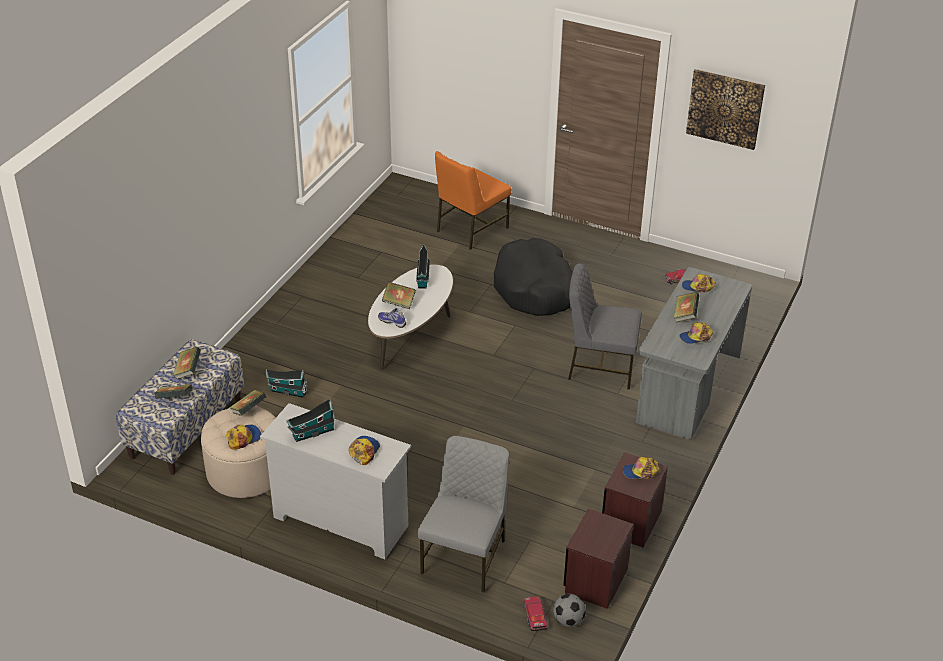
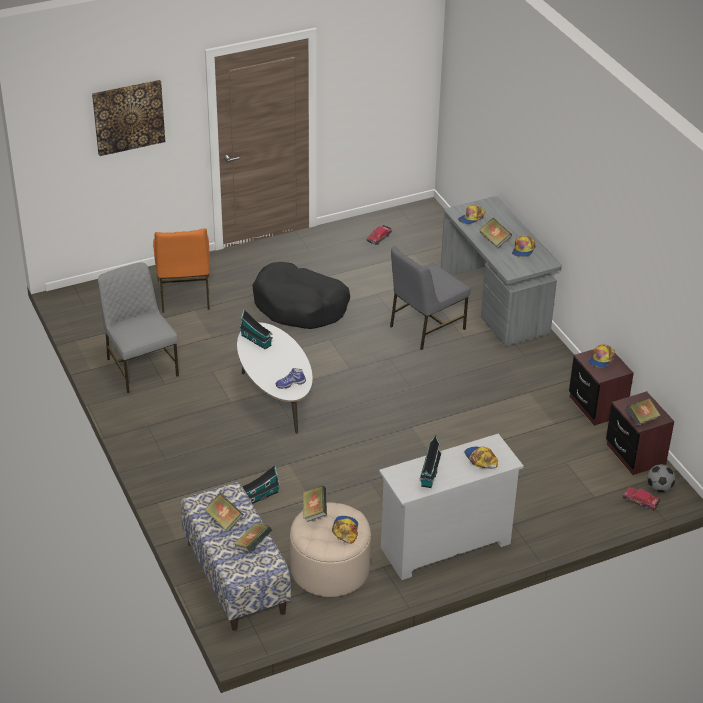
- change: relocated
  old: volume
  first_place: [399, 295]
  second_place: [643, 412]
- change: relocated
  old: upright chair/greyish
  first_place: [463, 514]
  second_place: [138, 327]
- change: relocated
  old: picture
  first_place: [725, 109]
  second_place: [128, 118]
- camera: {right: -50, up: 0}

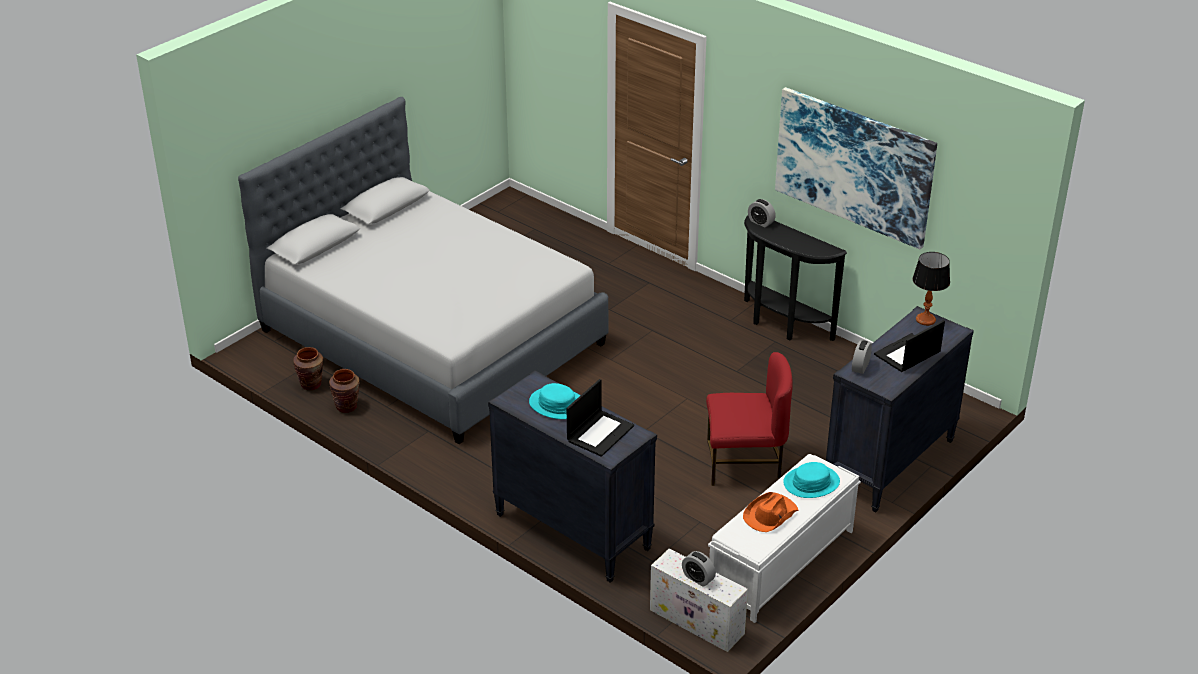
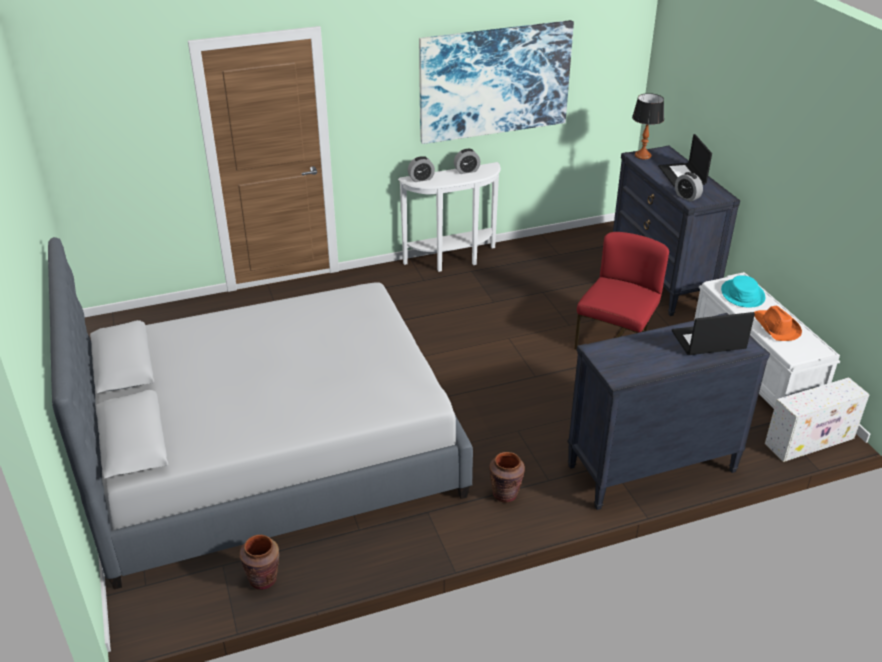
- change: relocated
  old: flower vase/brownish
  first_place: [344, 391]
  second_place: [507, 477]
- change: missing
  old: wearable hat/blue-green
  first_place: [554, 401]
- change: spun
  old: notebook computer
  first_place: [600, 418]
  second_place: [713, 333]
  degrees: -75
- change: relocated
  old: bedside clock
  first_place: [699, 569]
  second_place: [467, 161]
- change: colour
  old: narrow table/blackish
  new: narrow table/white
  first_place: [795, 278]
  second_place: [449, 217]
- camera: {right: -60, up: 0}

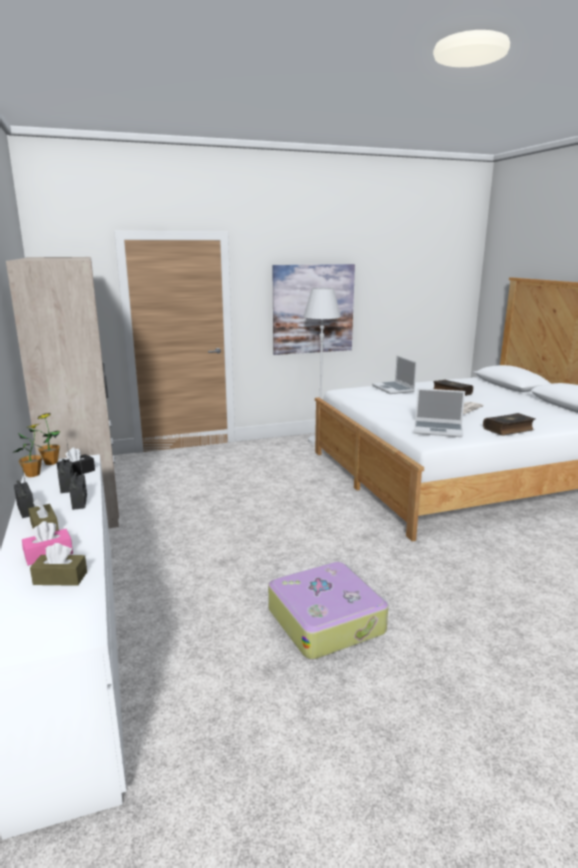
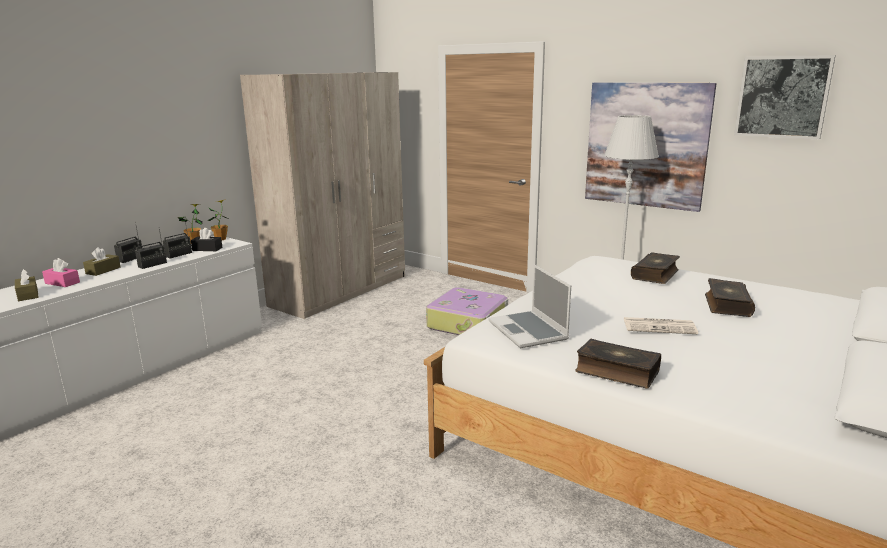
- change: relocated
  old: suitcase
  first_place: [328, 611]
  second_place: [467, 311]
- change: exchanged
  old: notebook computer
  new: volume
  first_place: [394, 375]
  second_place: [655, 268]
- change: appeared
  new: picture
  second_place: [785, 97]
- camera: {right: 55, up: 0}

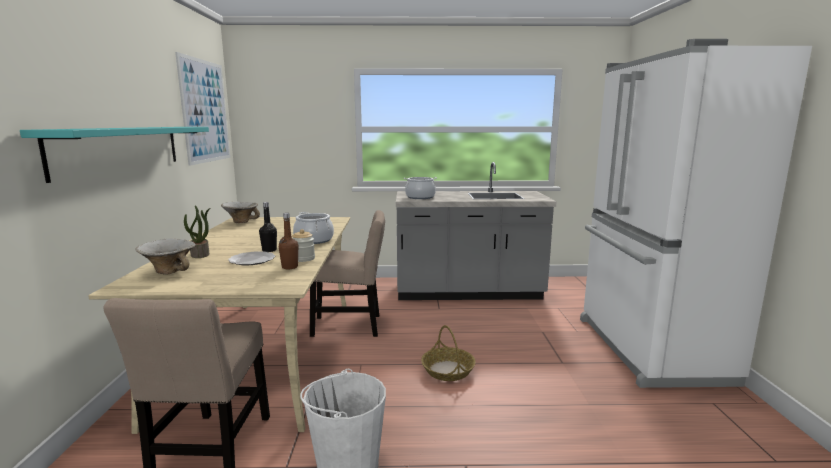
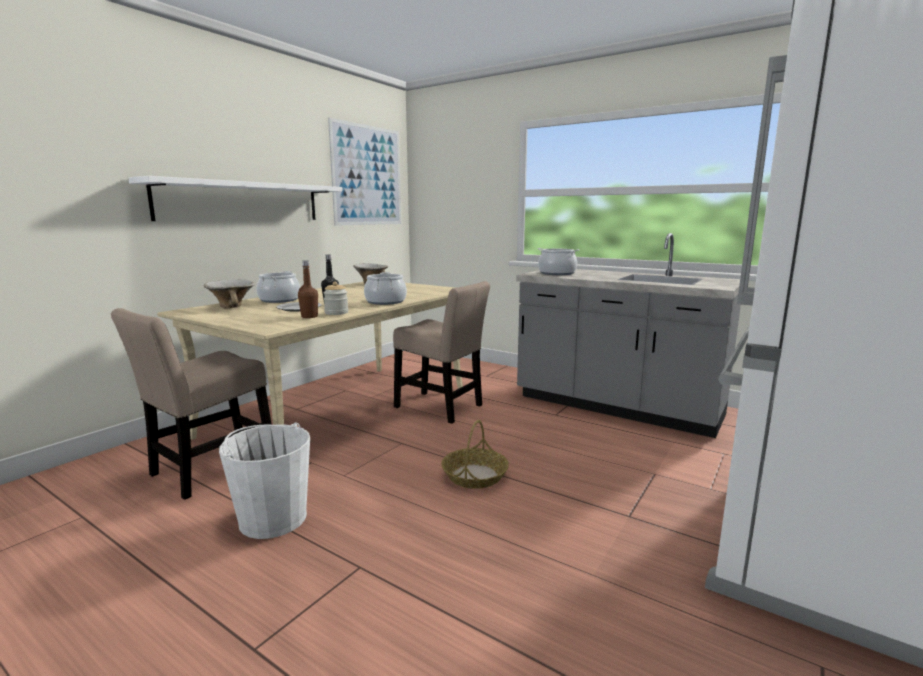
- change: colour
  old: shelf/blue-green
  new: shelf/white
  first_place: [114, 155]
  second_place: [235, 198]
- change: exchanged
  old: potted plant
  new: saucepot
  first_place: [197, 231]
  second_place: [278, 287]
- camera: {right: 35, up: 0}

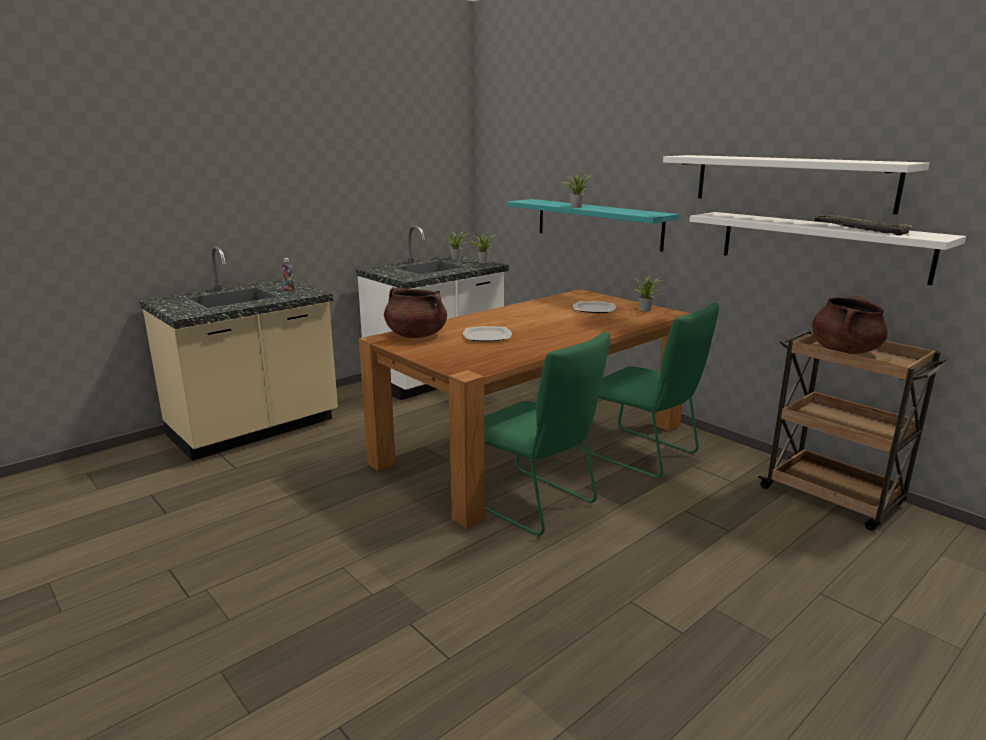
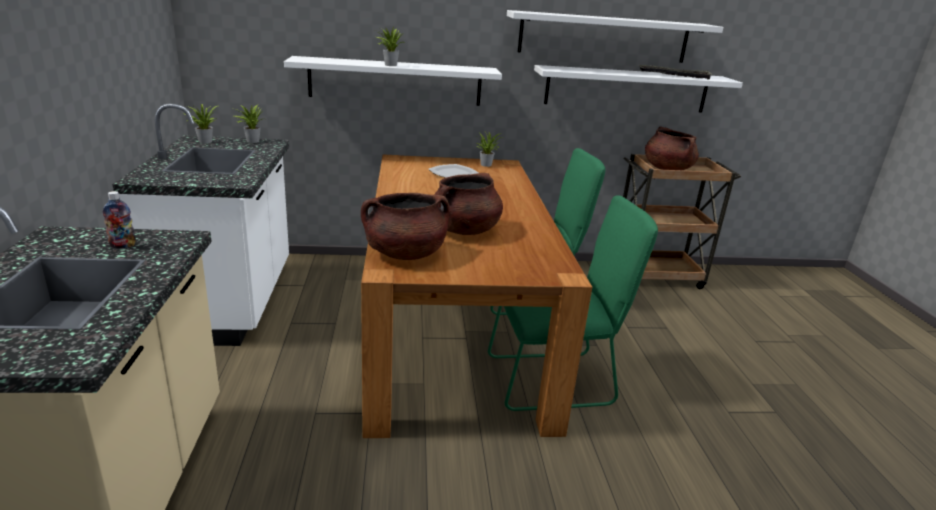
- change: exchanged
  old: dinner plate
  new: saucepot/brownish
  first_place: [487, 334]
  second_place: [468, 204]
- change: colour
  old: shelf/blue-green
  new: shelf/white
  first_place: [593, 225]
  second_place: [393, 81]
- camera: {right: -55, up: 5}

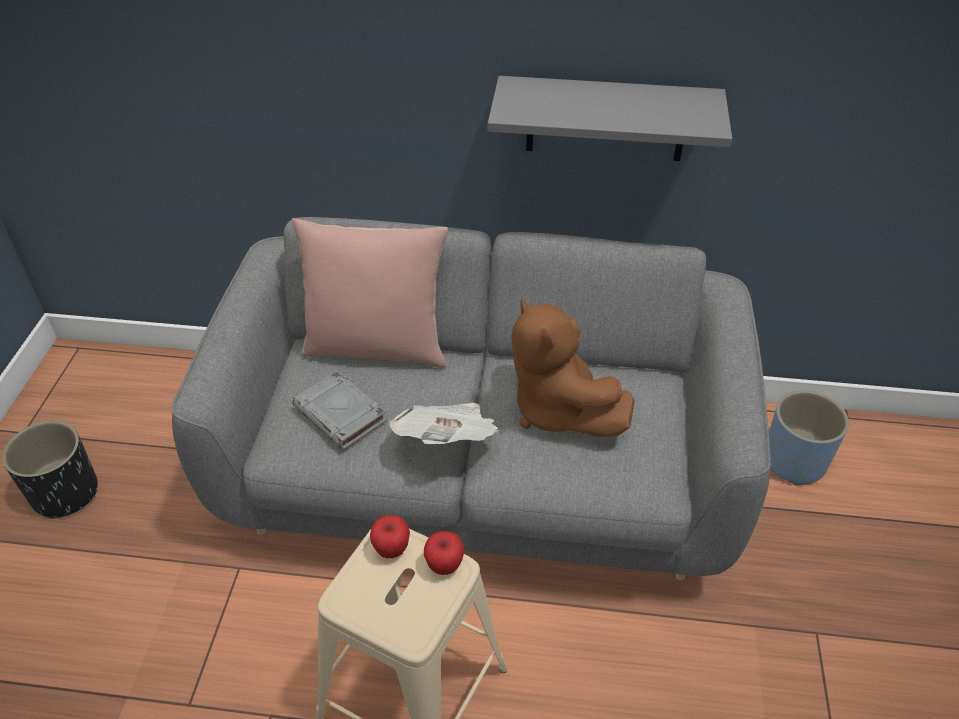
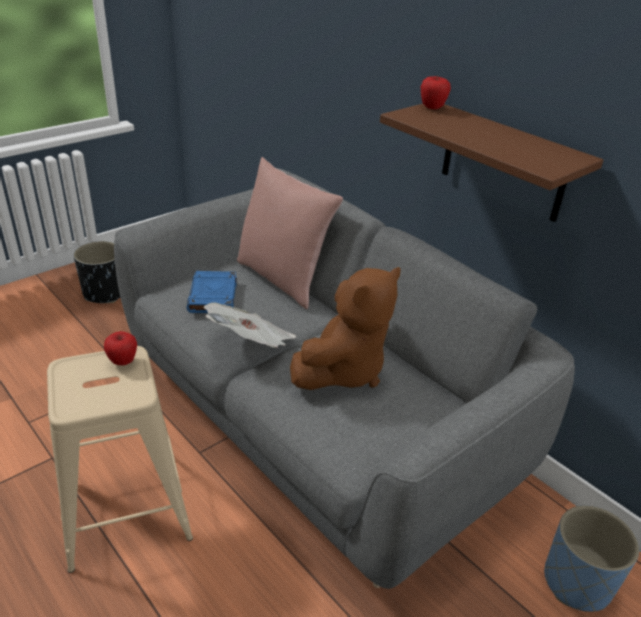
- change: colour
  old: volume/greyish
  new: volume/blue-coloured
  first_place: [340, 410]
  second_place: [212, 292]
- change: relocated
  old: whole apple
  first_place: [444, 553]
  second_place: [436, 92]
- change: colour
  old: shelf/greyish
  new: shelf/brownish
  first_place: [610, 118]
  second_place: [491, 163]
- change: spun
  old: cuddly toy/brownish
  first_place: [573, 367]
  second_place: [345, 328]
  degrees: -150
- camera: {right: 40, up: -10}

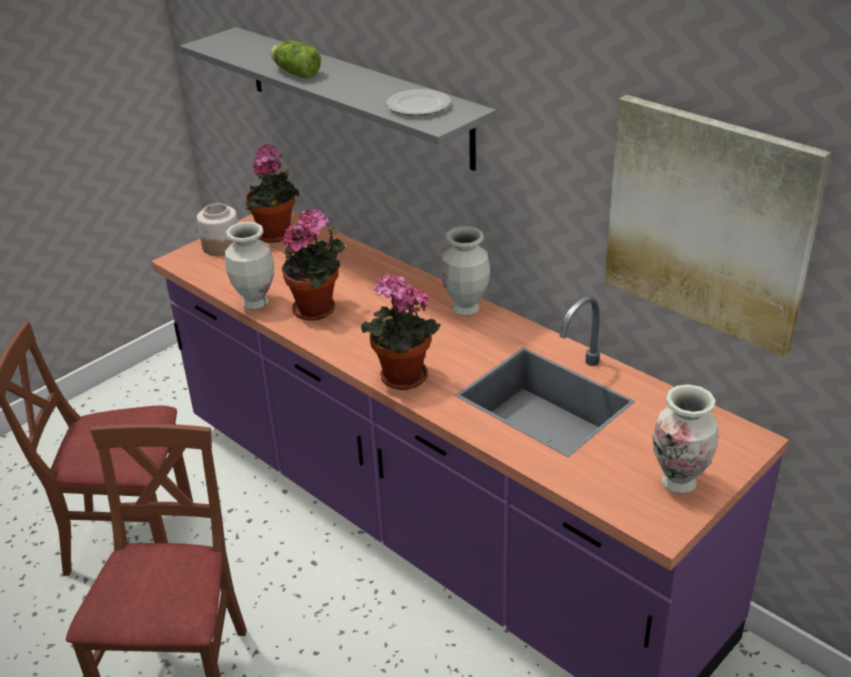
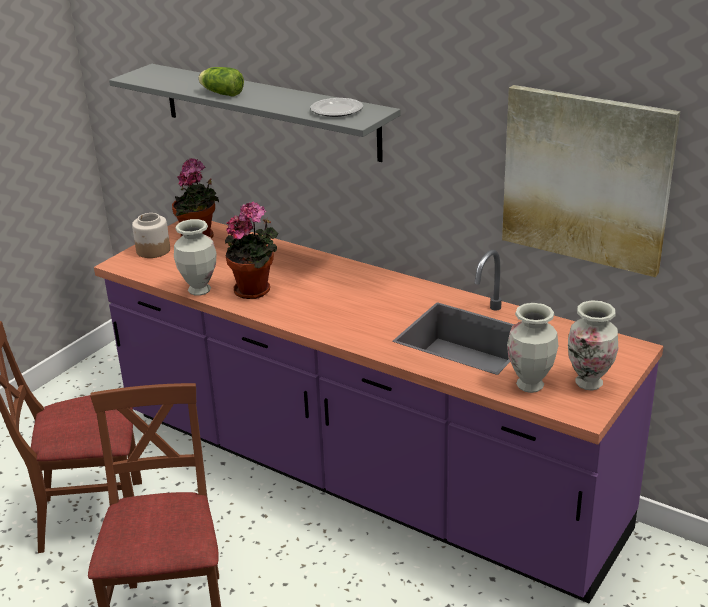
- change: missing
  old: potted plant
  first_place: [401, 332]
- change: relocated
  old: flower vase
  first_place: [465, 271]
  second_place: [532, 348]
- camera: {right: -10, up: -5}

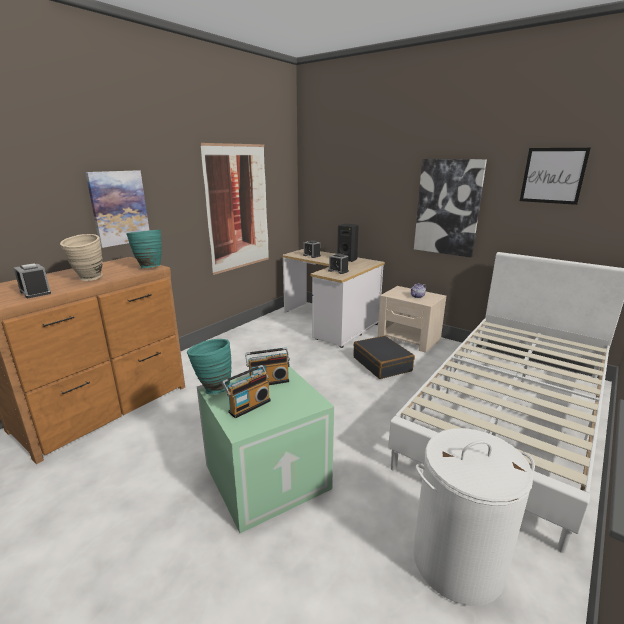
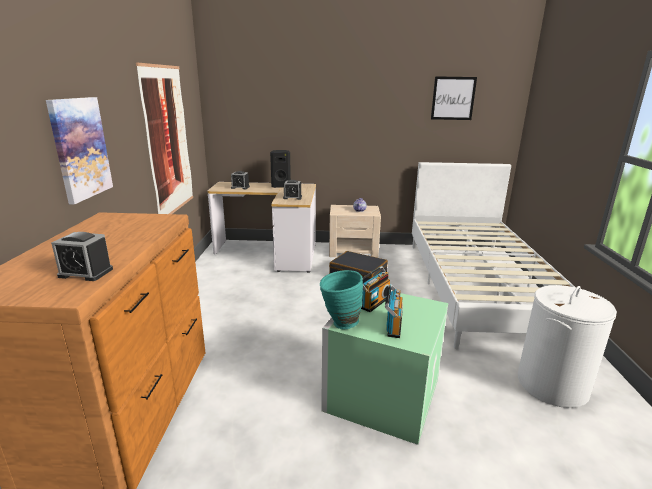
- change: missing
  old: flower vase/sand-coloured
  first_place: [81, 257]
- change: missing
  old: flower vase/blue-green
  first_place: [144, 249]
- change: missing
  old: picture
  first_place: [450, 208]
- camera: {right: -35, up: 0}

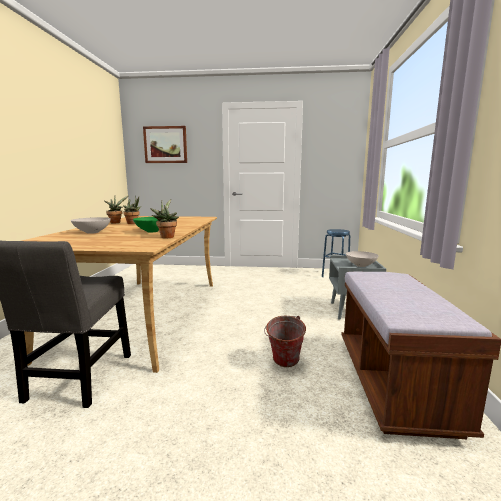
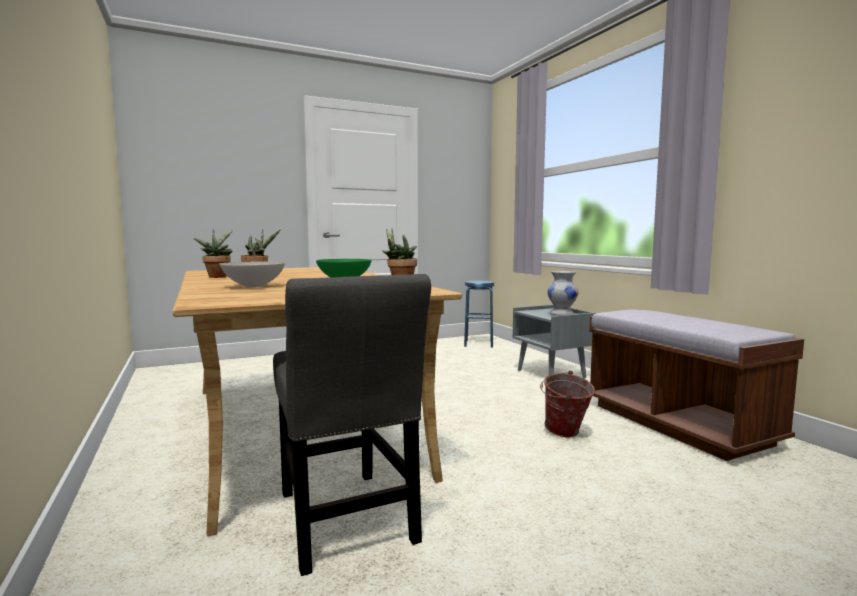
- change: missing
  old: picture
  first_place: [165, 144]
- change: exchanged
  old: serving bowl/white
  new: flower vase/white
  first_place: [362, 259]
  second_place: [562, 293]
- camera: {right: -30, up: -5}

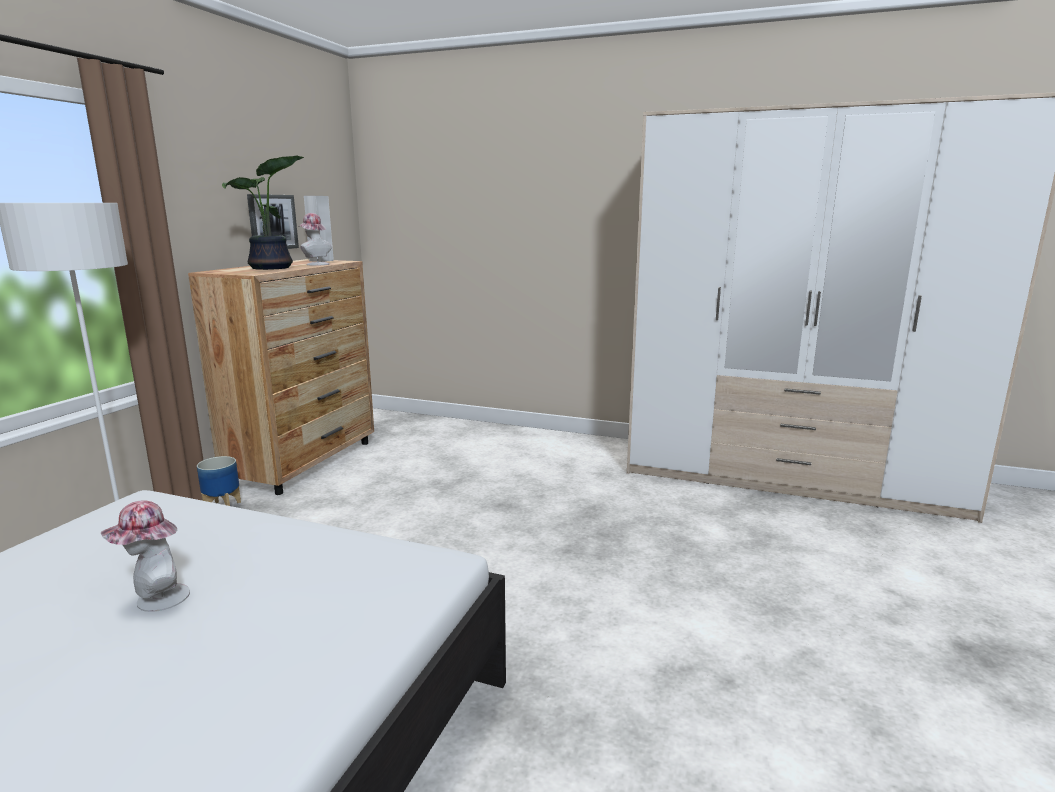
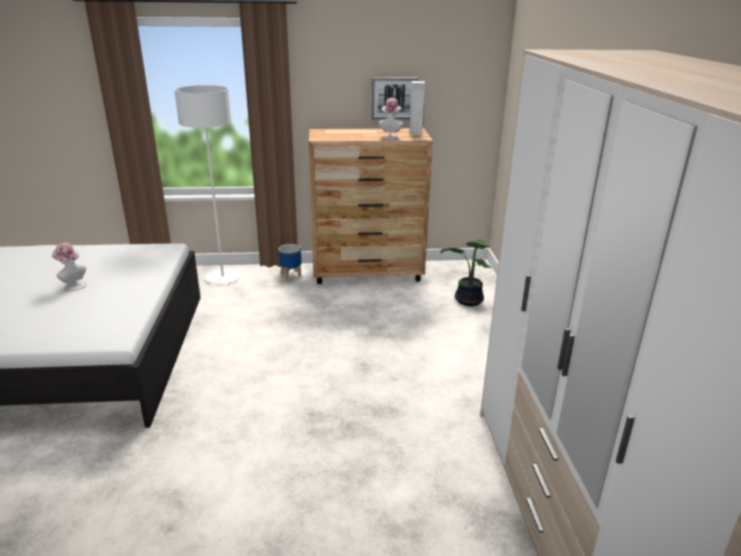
- change: relocated
  old: potted plant
  first_place: [263, 213]
  second_place: [465, 272]
- camera: {right: 65, up: 10}

